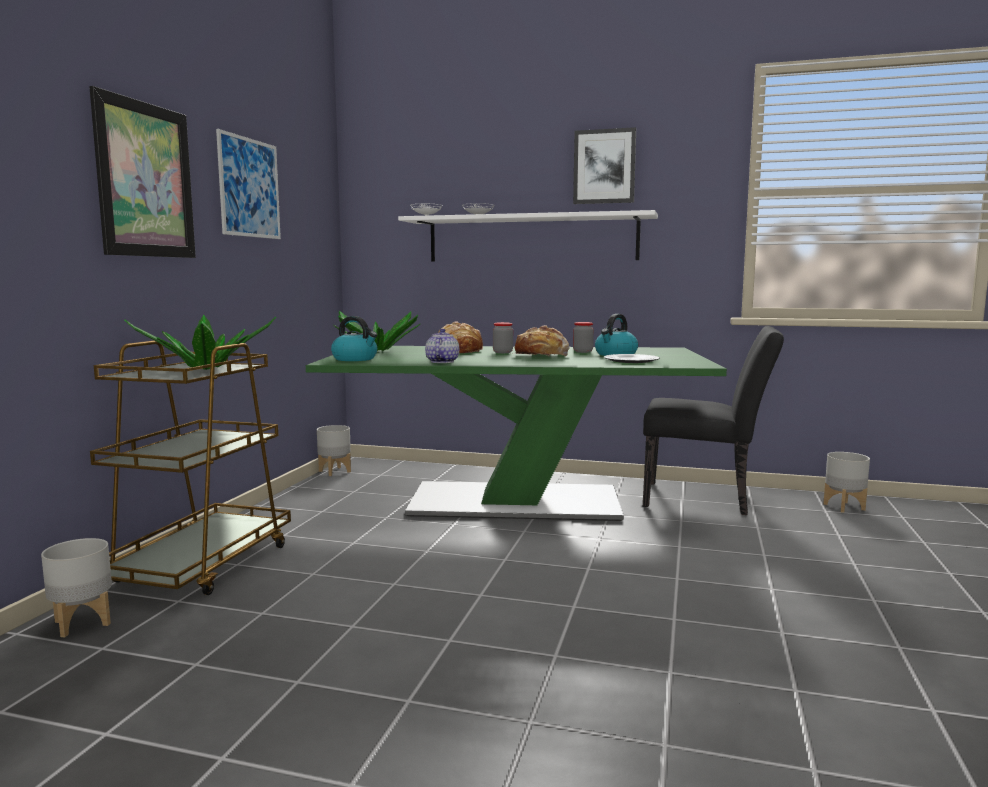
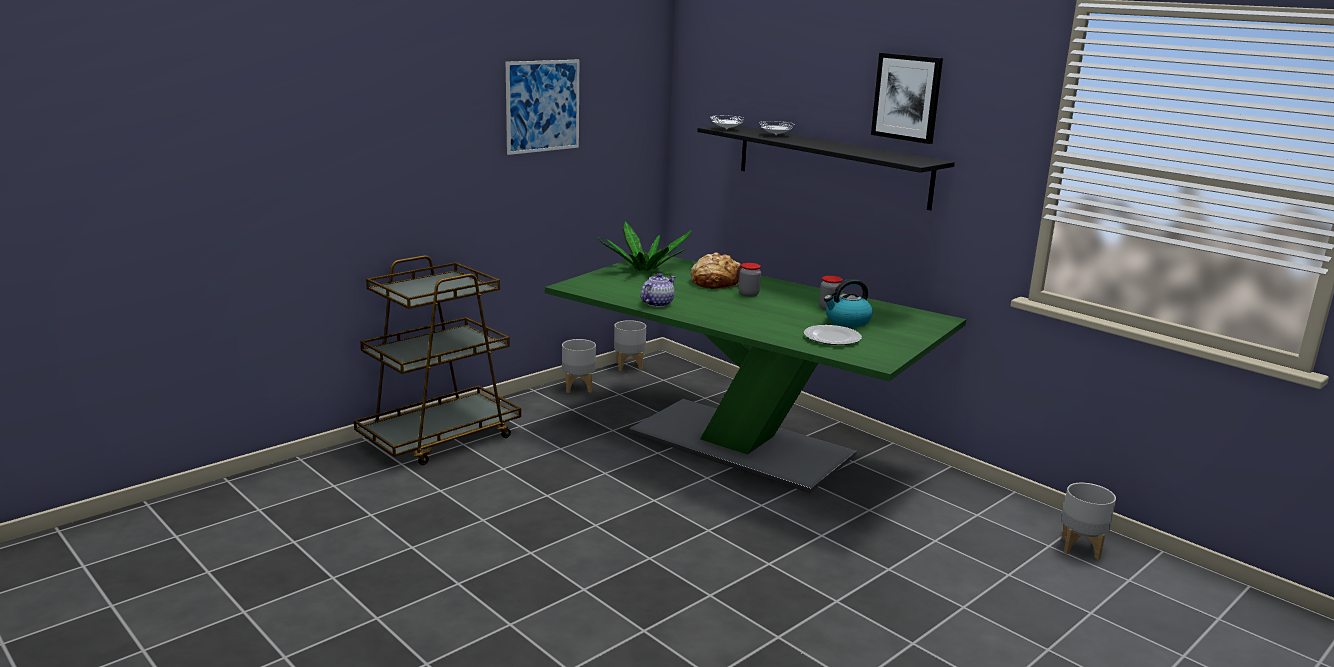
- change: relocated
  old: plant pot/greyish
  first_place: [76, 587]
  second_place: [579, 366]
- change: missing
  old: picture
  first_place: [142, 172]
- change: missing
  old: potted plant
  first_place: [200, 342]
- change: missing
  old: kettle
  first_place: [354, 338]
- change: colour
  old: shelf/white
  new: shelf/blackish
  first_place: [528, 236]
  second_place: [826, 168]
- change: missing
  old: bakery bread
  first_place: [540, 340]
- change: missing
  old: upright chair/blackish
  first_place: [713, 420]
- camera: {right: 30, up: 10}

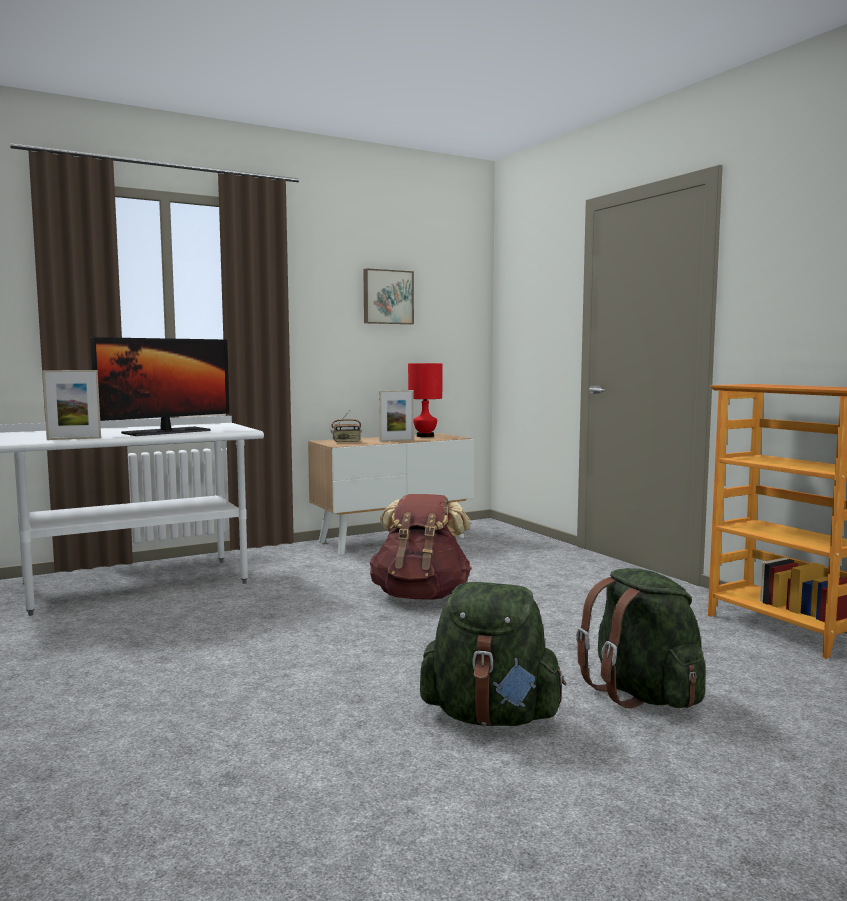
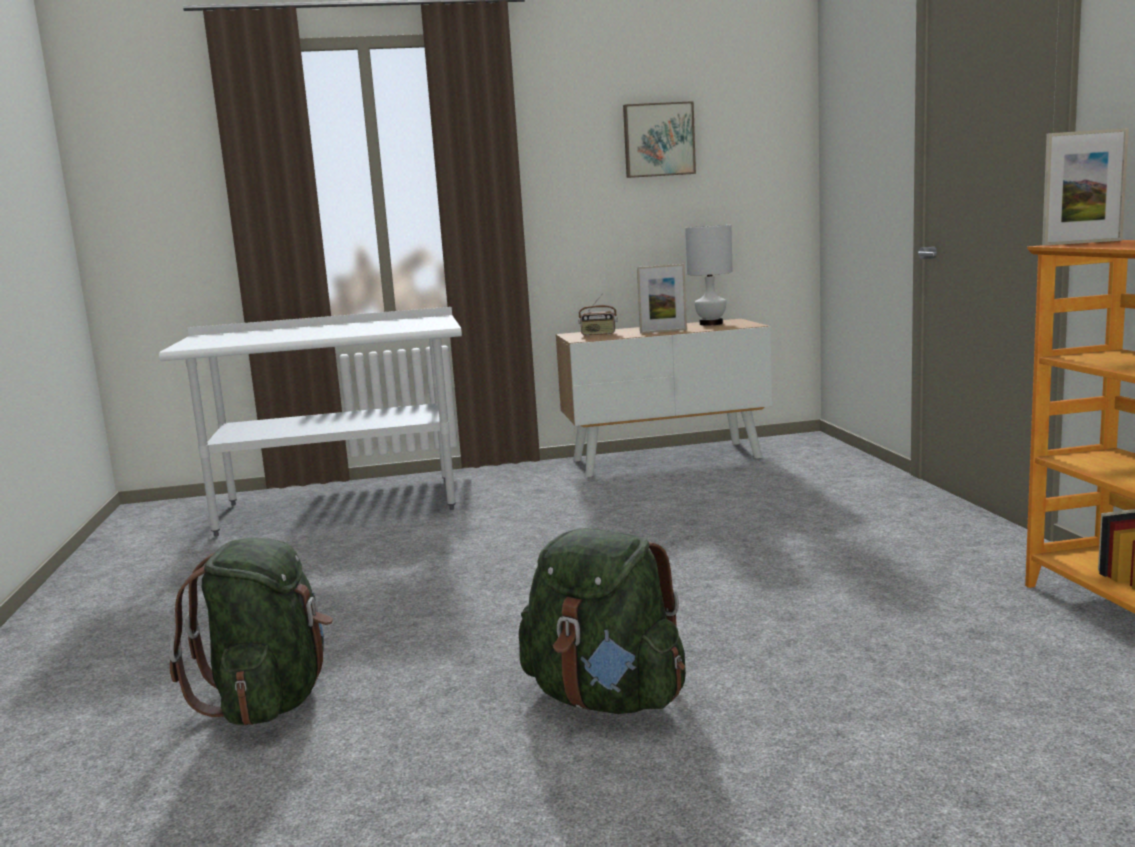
- change: relocated
  old: photo frame
  first_place: [71, 405]
  second_place: [1085, 187]
- change: missing
  old: computer display
  first_place: [160, 386]
- change: missing
  old: backpack/brownish
  first_place: [421, 547]
- change: colour
  old: tabletop lamp/reddish
  new: tabletop lamp/white
  first_place: [425, 400]
  second_place: [709, 275]
- change: relocated
  old: backpack/greenish
  first_place: [641, 638]
  second_place: [251, 631]
- camera: {right: 20, up: 5}

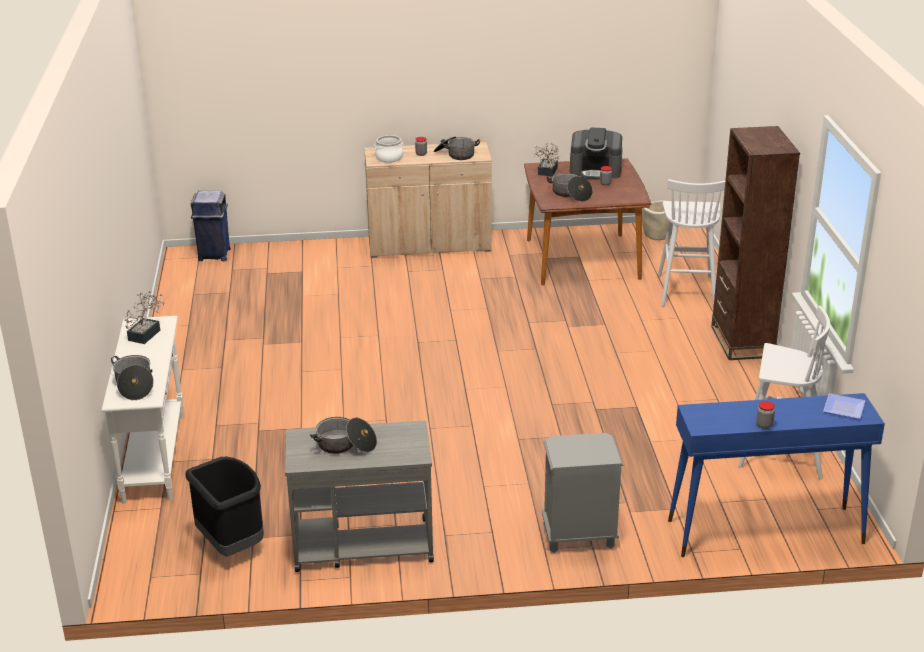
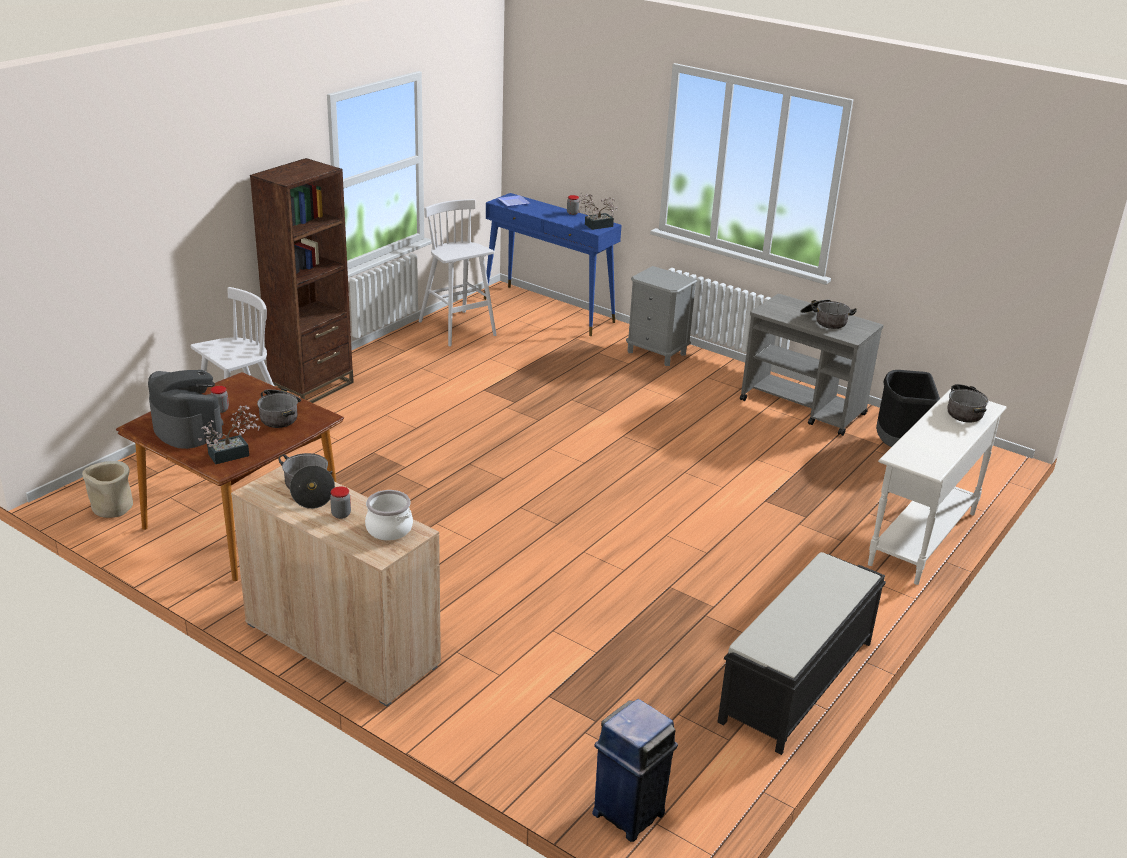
- change: relocated
  old: potted plant
  first_place: [145, 317]
  second_place: [598, 211]
- change: appeared
  new: indoor bench/blackish
  second_place: [801, 653]
- camera: {right: -140, up: 0}

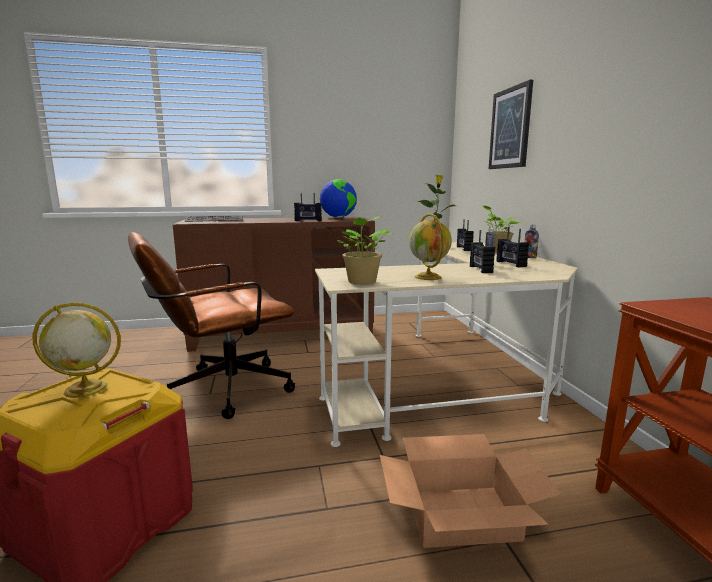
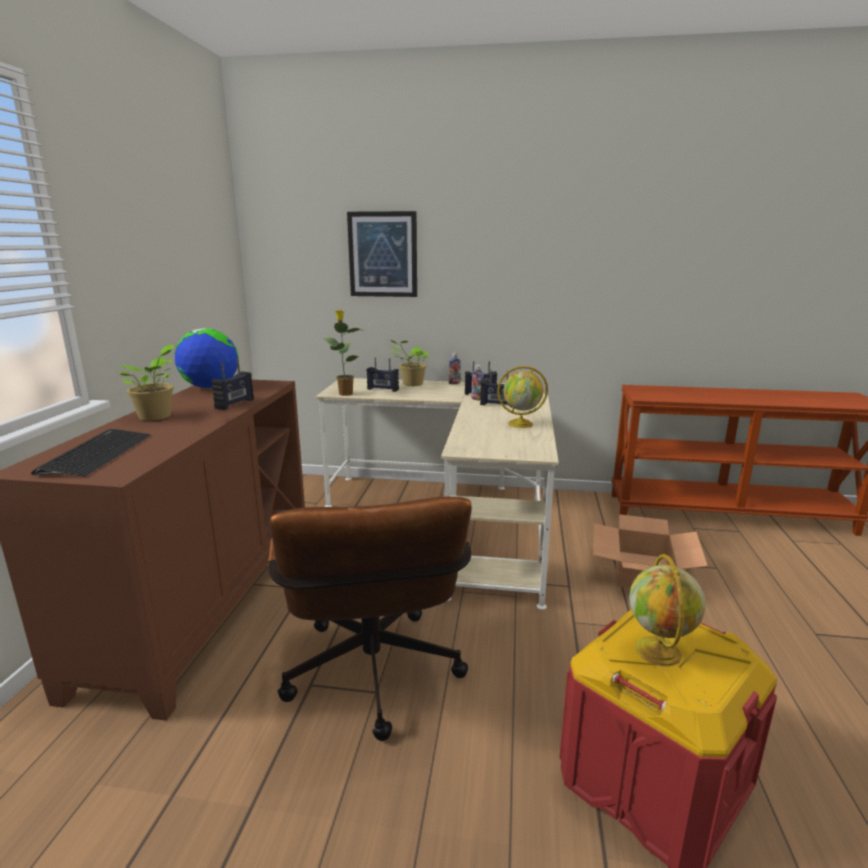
- change: relocated
  old: potted plant
  first_place: [364, 250]
  second_place: [145, 382]
- camera: {right: -70, up: 5}

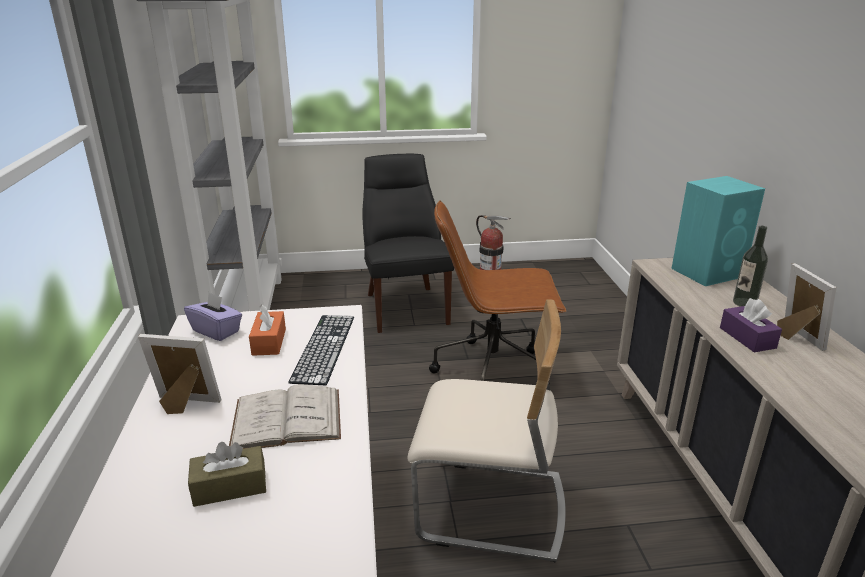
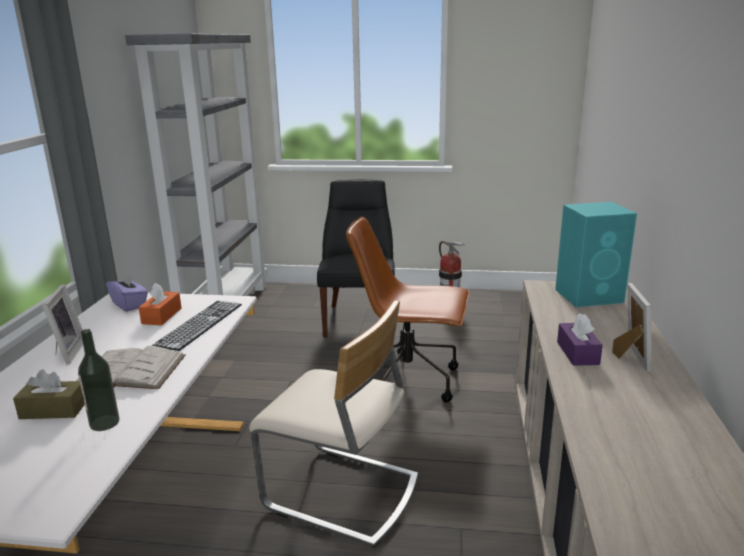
- change: spun
  old: photo frame
  first_place: [180, 374]
  second_place: [62, 324]
  degrees: 60
- change: relocated
  old: beverage bottle
  first_place: [750, 266]
  second_place: [98, 380]
- camera: {right: 15, up: -5}

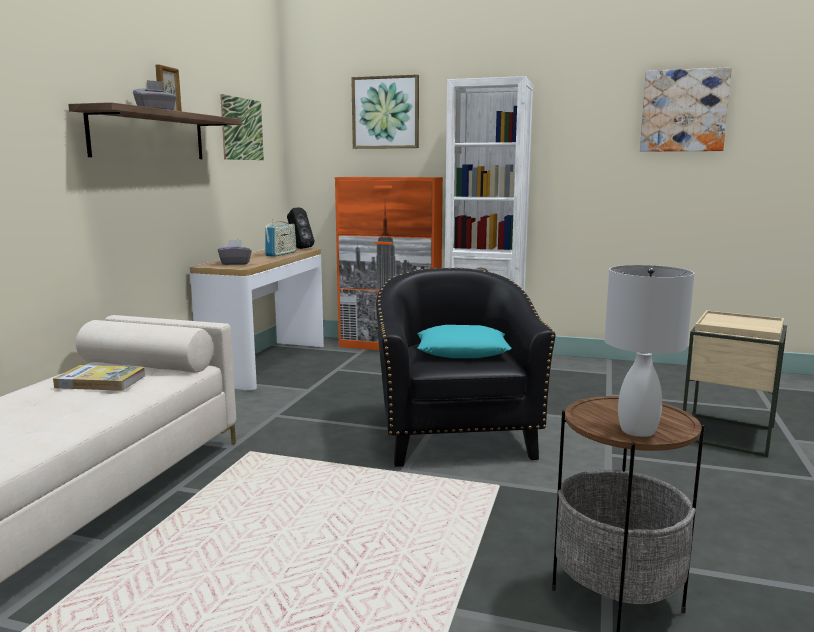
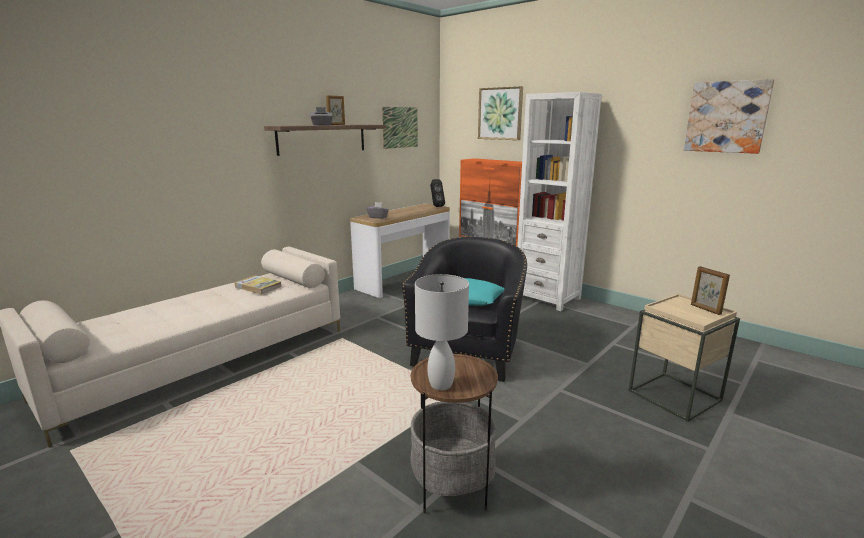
- change: missing
  old: radio receiver
  first_place: [281, 238]
- change: appeared
  new: photo frame
  second_place: [710, 290]
- camera: {right: 25, up: 5}

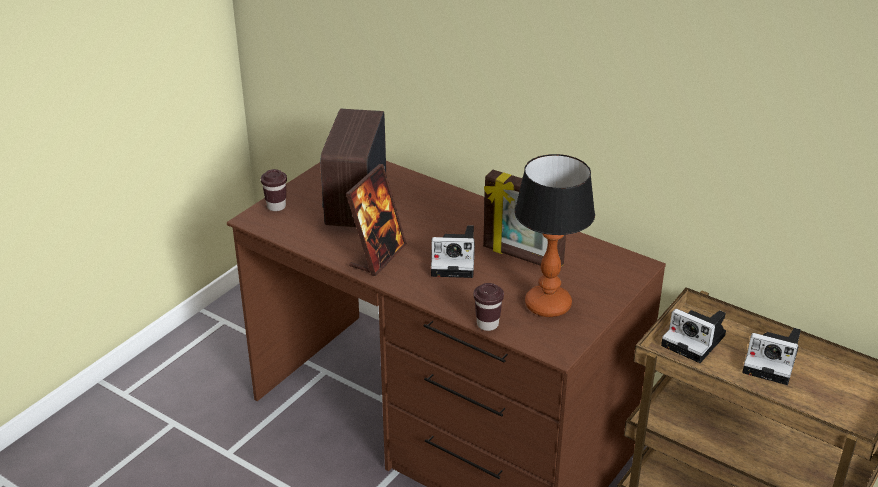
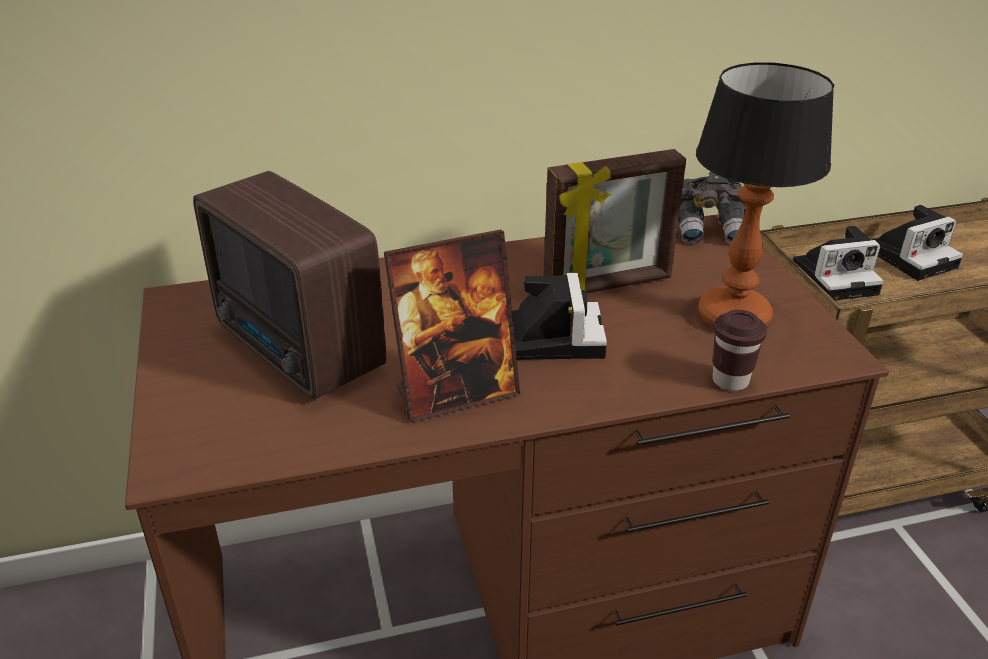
- change: missing
  old: drinking cup/brownish
  first_place: [274, 190]
- change: spun
  old: photo frame
  first_place: [376, 220]
  second_place: [452, 325]
  degrees: 90
- change: spun
  old: photo camera
  first_place: [453, 251]
  second_place: [559, 316]
  degrees: -45
- change: appeared
  new: field glasses/greyish
  second_place: [711, 208]
- camera: {right: -50, up: 0}

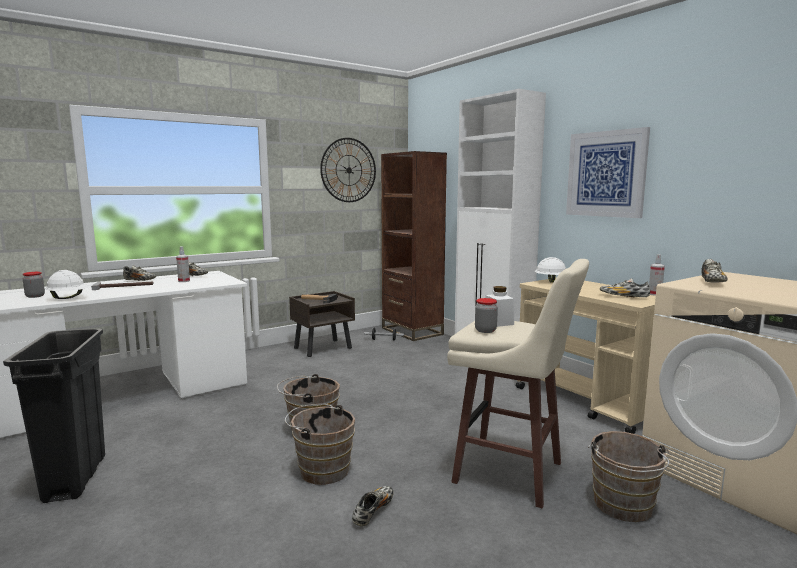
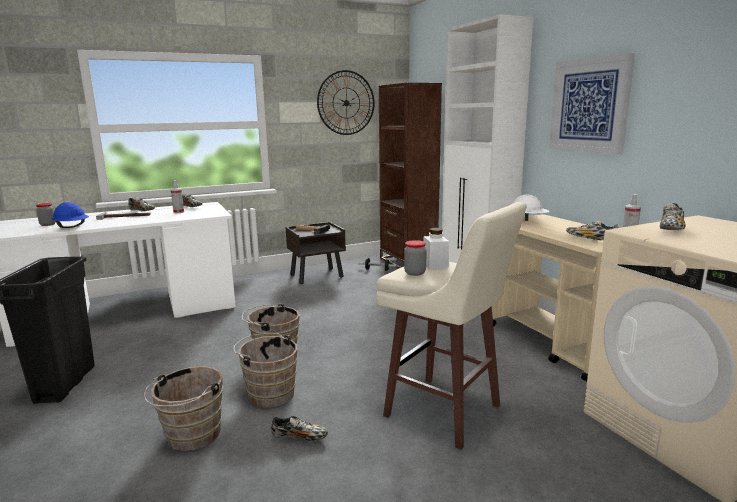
- change: colour
  old: hard hat/white
  new: hard hat/blue-coloured
  first_place: [67, 284]
  second_place: [70, 215]
- change: spun
  old: low shoe
  first_place: [373, 506]
  second_place: [299, 428]
  degrees: 60
- change: relocated
  old: bucket/brownish
  first_place: [629, 476]
  second_place: [183, 408]
- camera: {right: 10, up: 5}

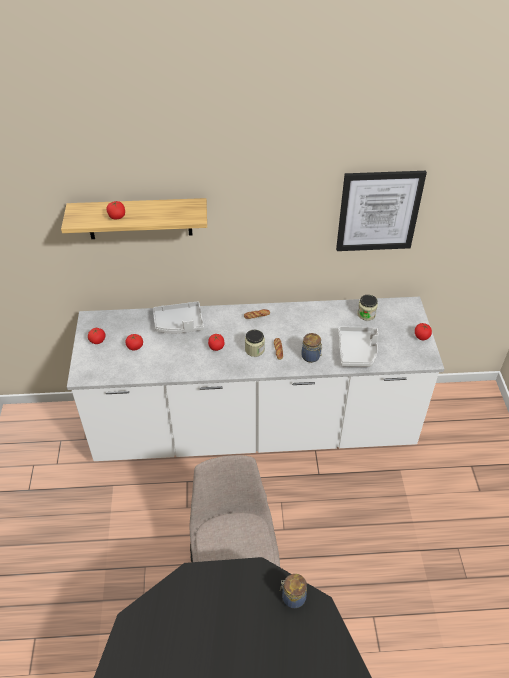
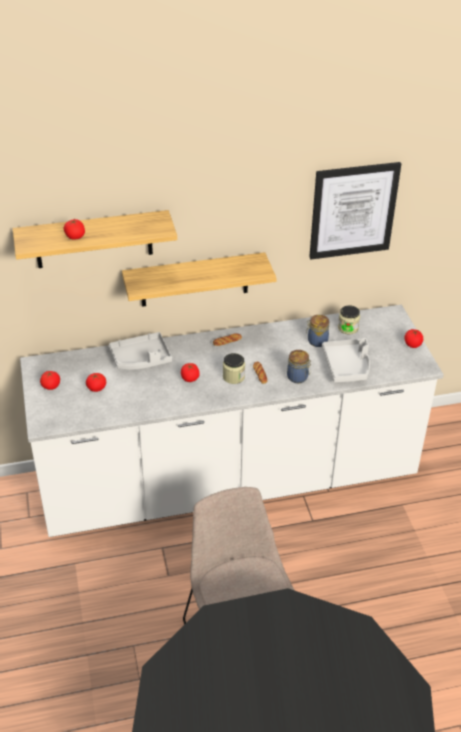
- change: relocated
  old: storage jar
  first_place: [293, 591]
  second_place: [317, 331]
- change: appeared
  new: shelf
  second_place: [199, 279]
- camera: {right: -10, up: -5}

